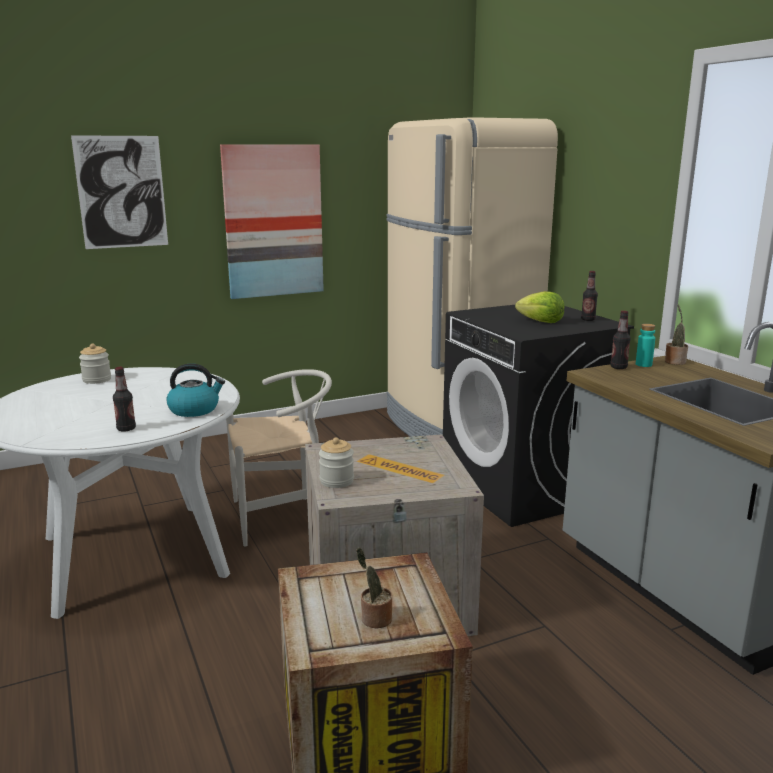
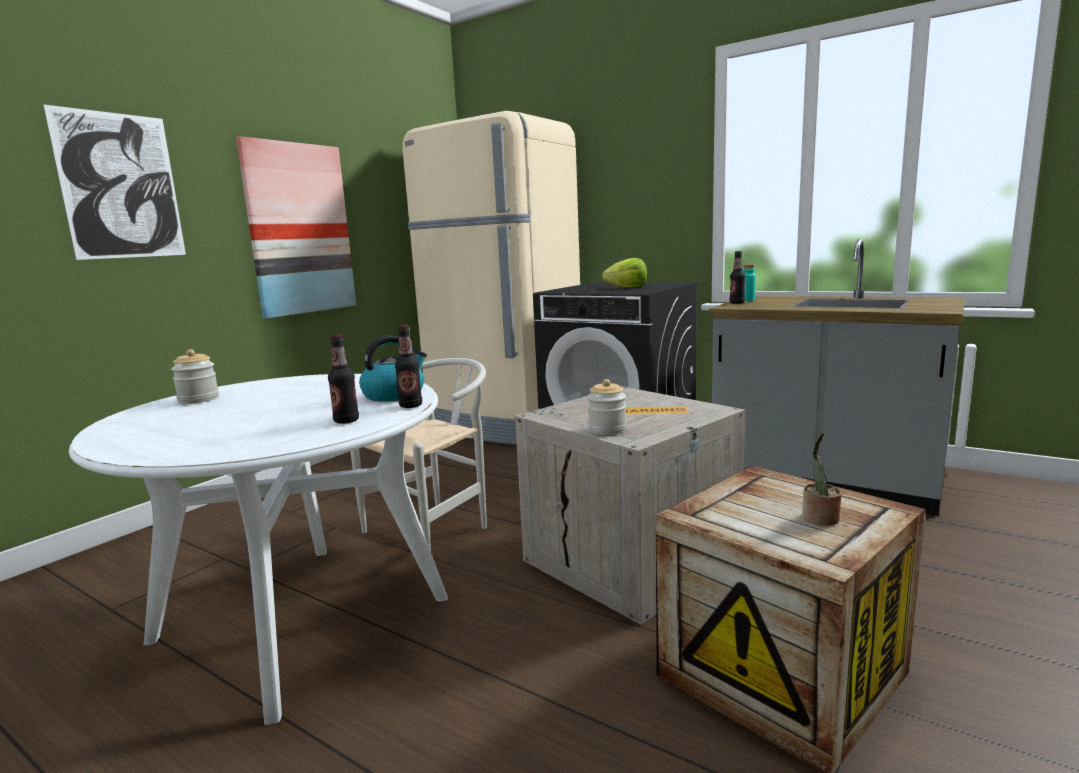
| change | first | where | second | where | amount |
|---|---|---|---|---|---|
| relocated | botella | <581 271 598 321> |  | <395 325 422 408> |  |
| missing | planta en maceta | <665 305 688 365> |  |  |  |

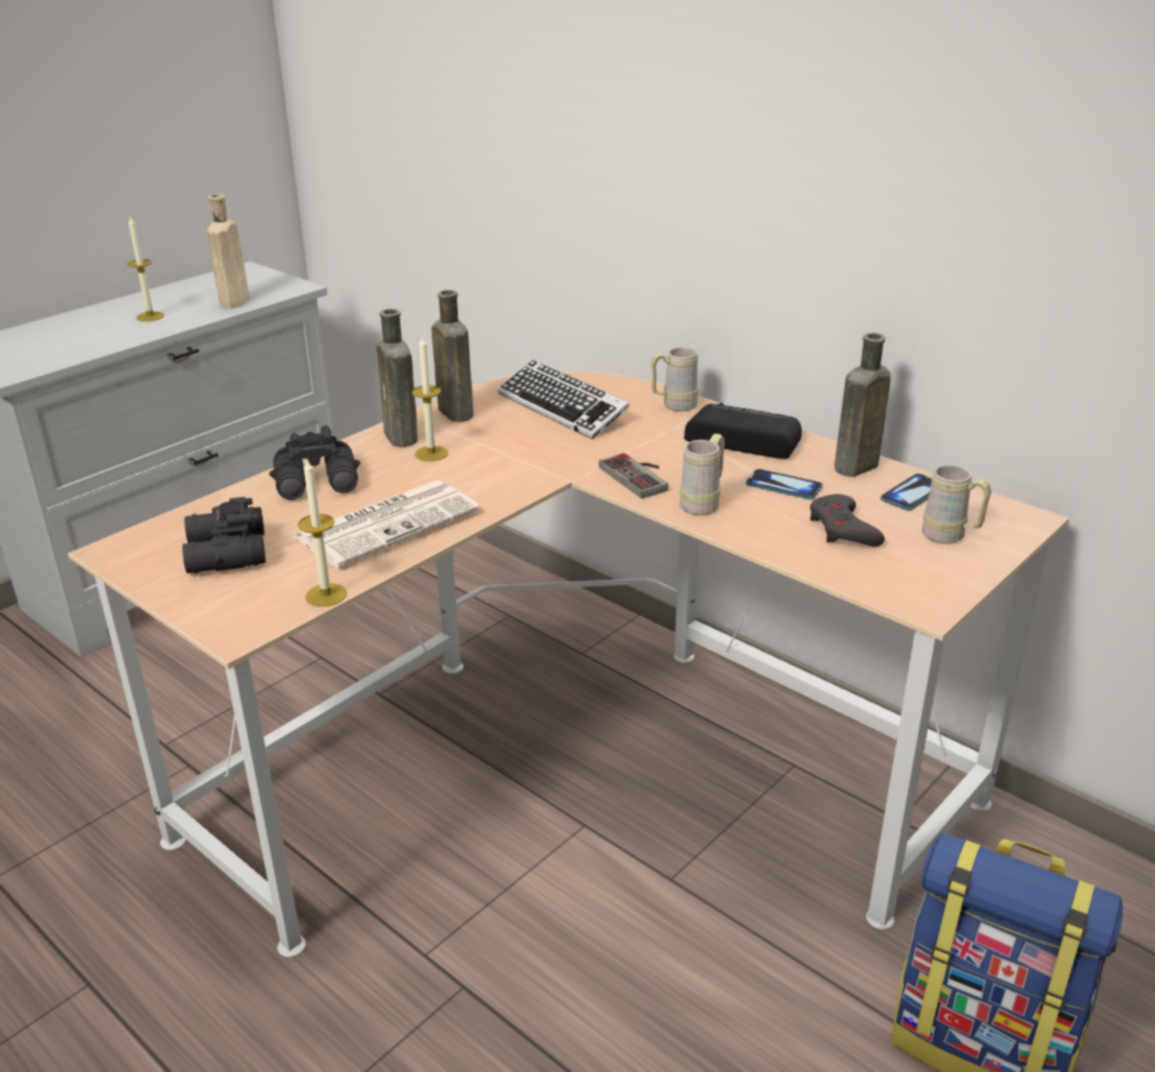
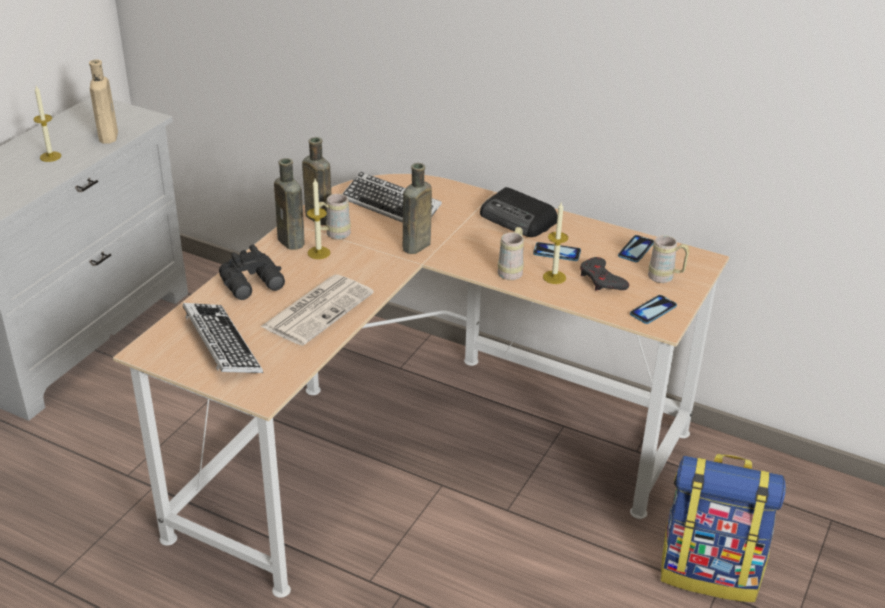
| change | first | where | second | where | amount |
|---|---|---|---|---|---|
| exchanged | prismáticos (negro) | <182 497 266 574> | teclado | <182 303 263 373> |  |
| relocated | vela | <298 459 347 607> |  | <543 203 568 284> |  |
| missing | mando de consola | <599 453 668 499> |  |  |  |
| relocated | taza grande (beis) | <651 347 698 411> |  | <319 194 351 240> |  |
| spun | radio | <684 403 802 459> |  | <480 187 557 237> | 150 degrees counterclockwise |
| relocated | botella (marrón) | <834 333 891 477> |  | <403 163 432 254> |  |
| appeared |  |  | móvil | <630 295 677 324> |  |

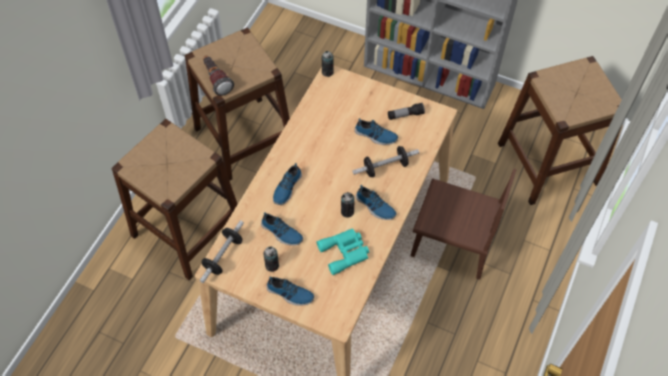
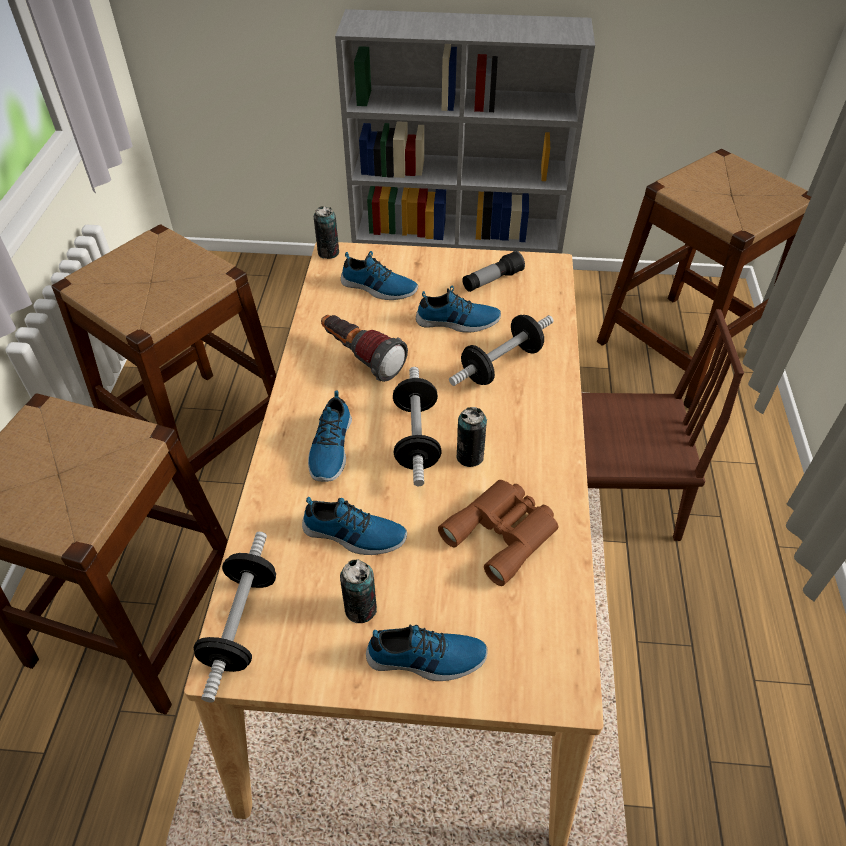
| change | first | where | second | where | amount |
|---|---|---|---|---|---|
| relocated | linterna | <203 55 234 96> |  | <321 315 408 382> |  |
| colour | prismáticos (turquesa) | <317 228 369 275> | prismáticos (marrón) | <438 480 558 586> |  |
| relocated | zapato | <356 185 397 220> |  | <341 251 418 300> |  |
| appeared |  |  | mancuerna | <393 367 442 486> |  |

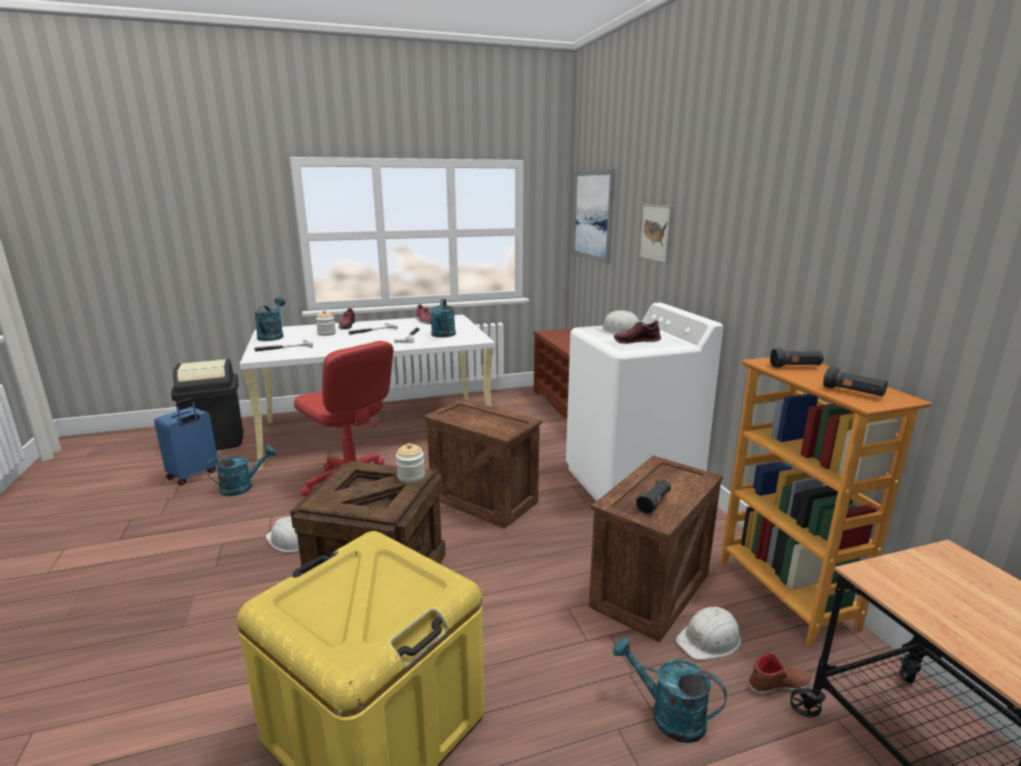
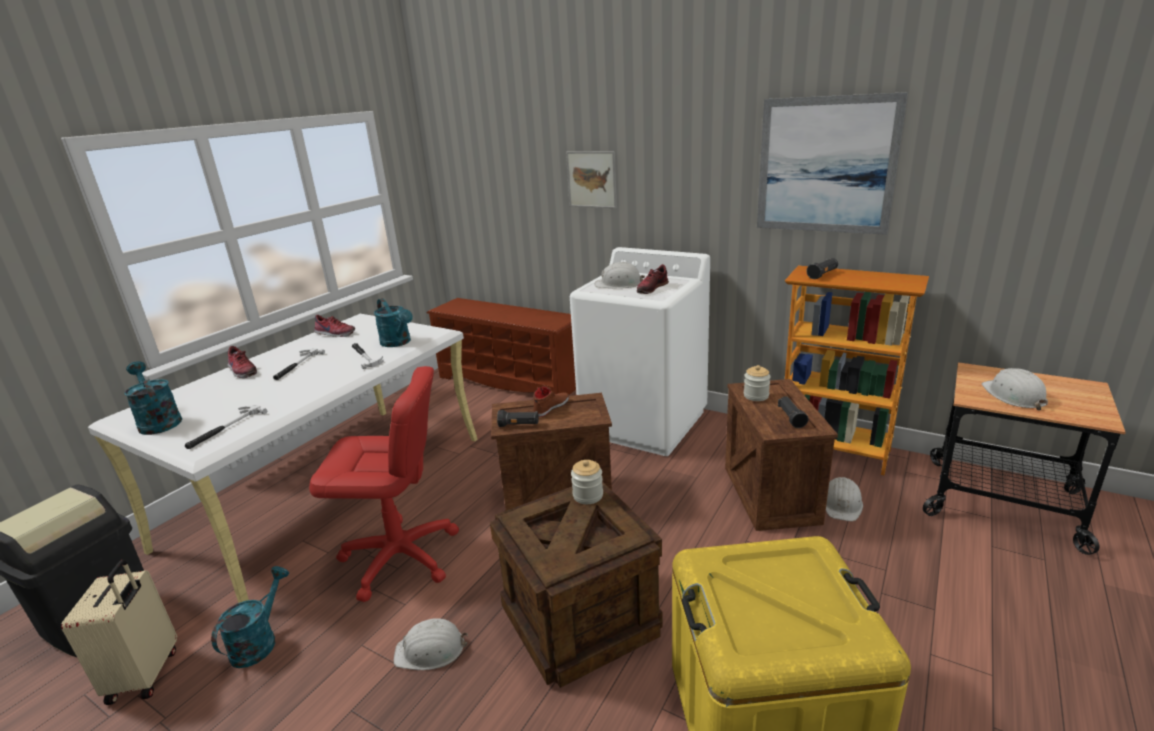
| change | first | where | second | where | amount |
|---|---|---|---|---|---|
| colour | maleta (azul) | <154 398 218 485> | maleta (beis) | <61 560 177 705> |  |
| relocated | tarro | <316 310 336 336> |  | <744 365 771 401> |  |
| relocated | cuadro | <572 169 615 264> |  | <757 92 908 235> |  |
| missing | regadera (turquesa) | <613 637 727 743> |  |  |  |
| relocated | zapato (marrón) | <748 651 812 695> |  | <533 386 569 417> |  |
| relocated | linterna (negro) | <823 366 888 397> |  | <497 410 539 427> |  |
| appeared |  |  | casco (blanco) | <982 368 1048 410> |  |

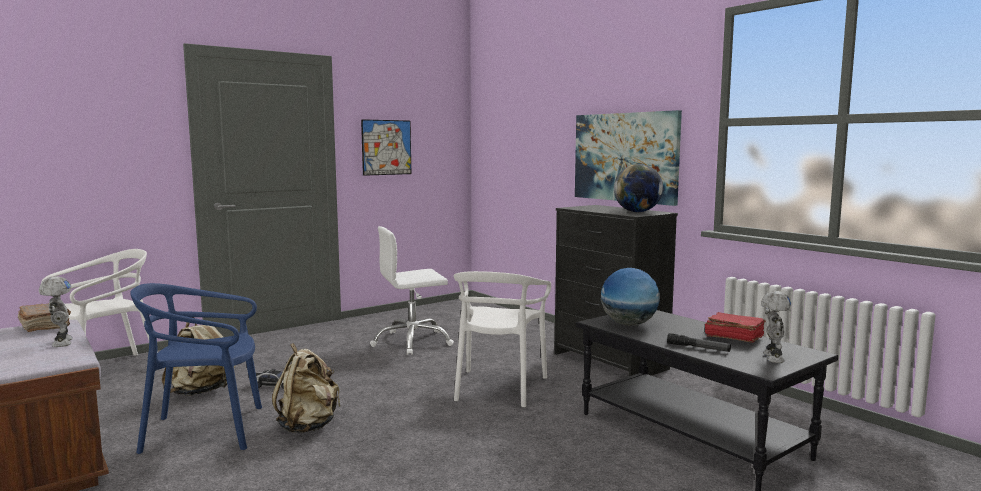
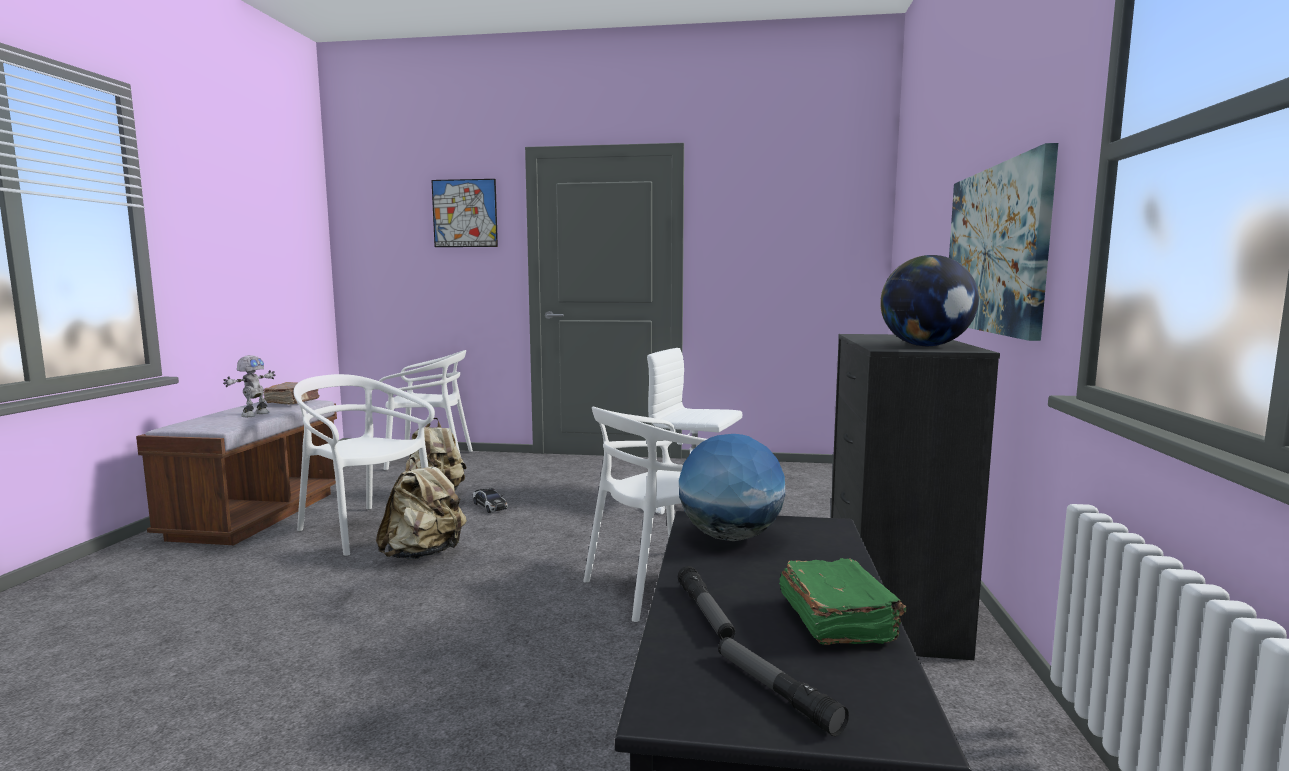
| change | first | where | second | where | amount |
|---|---|---|---|---|---|
| colour | silla (azul) | <130 283 262 454> | silla (blanco) | <293 374 435 556> |  |
| relocated | cuadro | <361 119 411 176> |  | <431 179 498 247> |  |
| colour | libro (rojo) | <705 312 766 343> | libro (verde) | <779 558 906 645> |  |
| exchanged | robot de juguete | <761 291 791 363> | linterna | <718 637 849 736> |  |

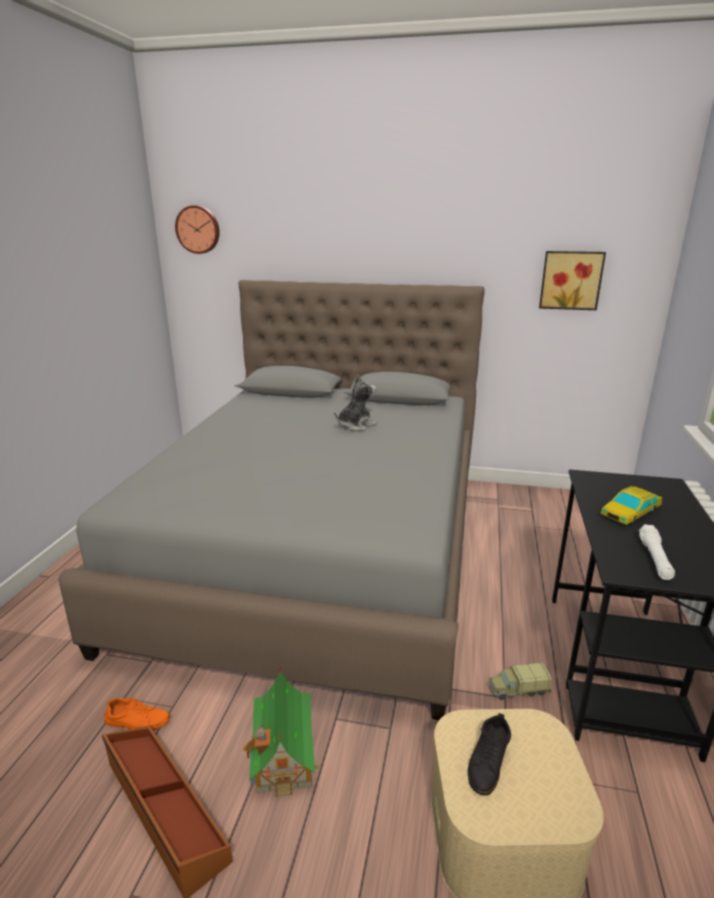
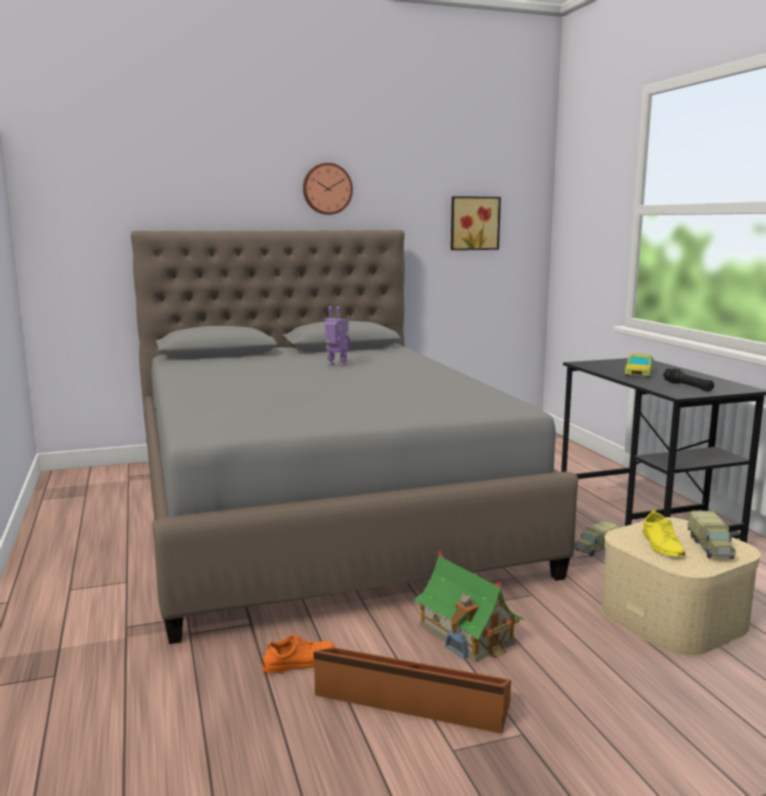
| change | first | where | second | where | amount |
|---|---|---|---|---|---|
| relocated | reloj de pared | <175 205 220 254> |  | <303 163 353 215> |  |
| exchanged | peluche | <334 375 377 431> | robot de juguete | <325 306 350 367> |  |
| colour | zapato (negro) | <468 713 511 796> | zapato (amarillo) | <643 510 685 557> |  |
| colour | linterna (blanco) | <639 524 675 580> | linterna (negro) | <663 368 714 392> |  |
| appeared |  |  | camión de juguete | <687 511 736 559> |  |

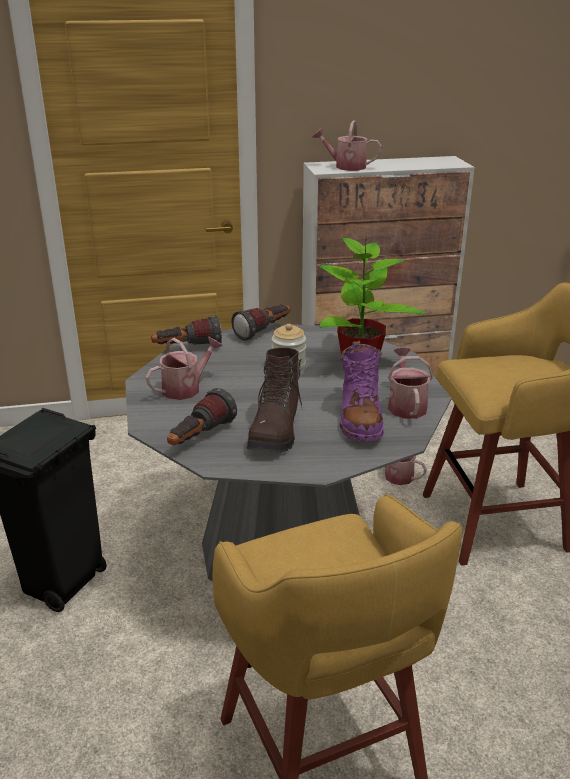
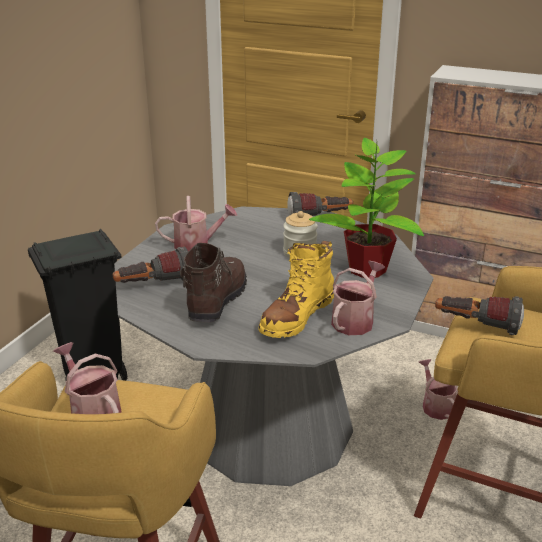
| change | first | where | second | where | amount |
|---|---|---|---|---|---|
| relocated | linterna | <151 315 222 345> |  | <435 296 524 335> |  |
| spun | bota (marrón) | <247 348 303 453> |  | <180 243 247 323> | 150 degrees clockwise |
| relocated | regadera | <312 120 382 171> |  | <53 342 122 414> |  |
| colour | bota (morado) | <340 341 383 441> | bota (amarillo) | <258 241 334 338> |  |

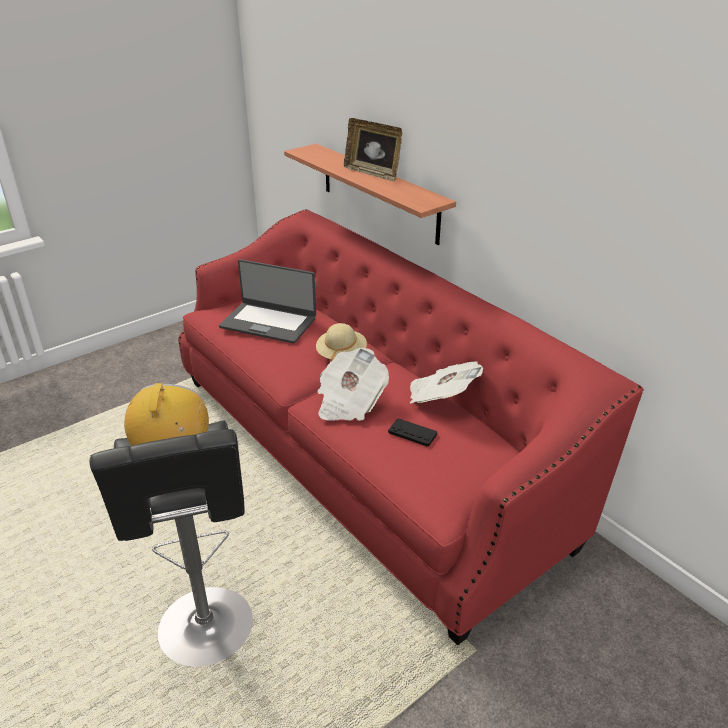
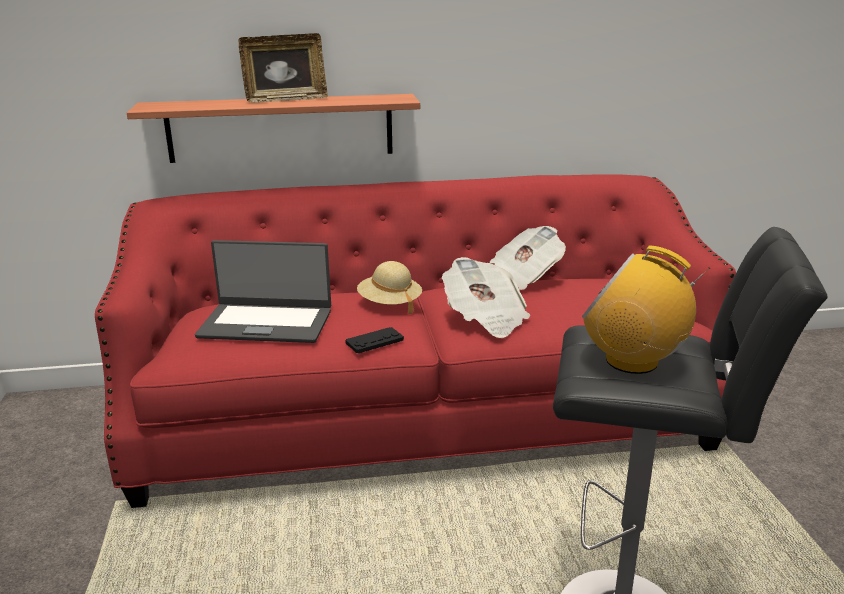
| change | first | where | second | where | amount |
|---|---|---|---|---|---|
| spun | portátil | <219 259 316 343> |  | <195 240 331 343> | 45 degrees clockwise |
| relocated | mando de consola (negro) | <388 419 437 446> |  | <345 327 404 353> |  |

